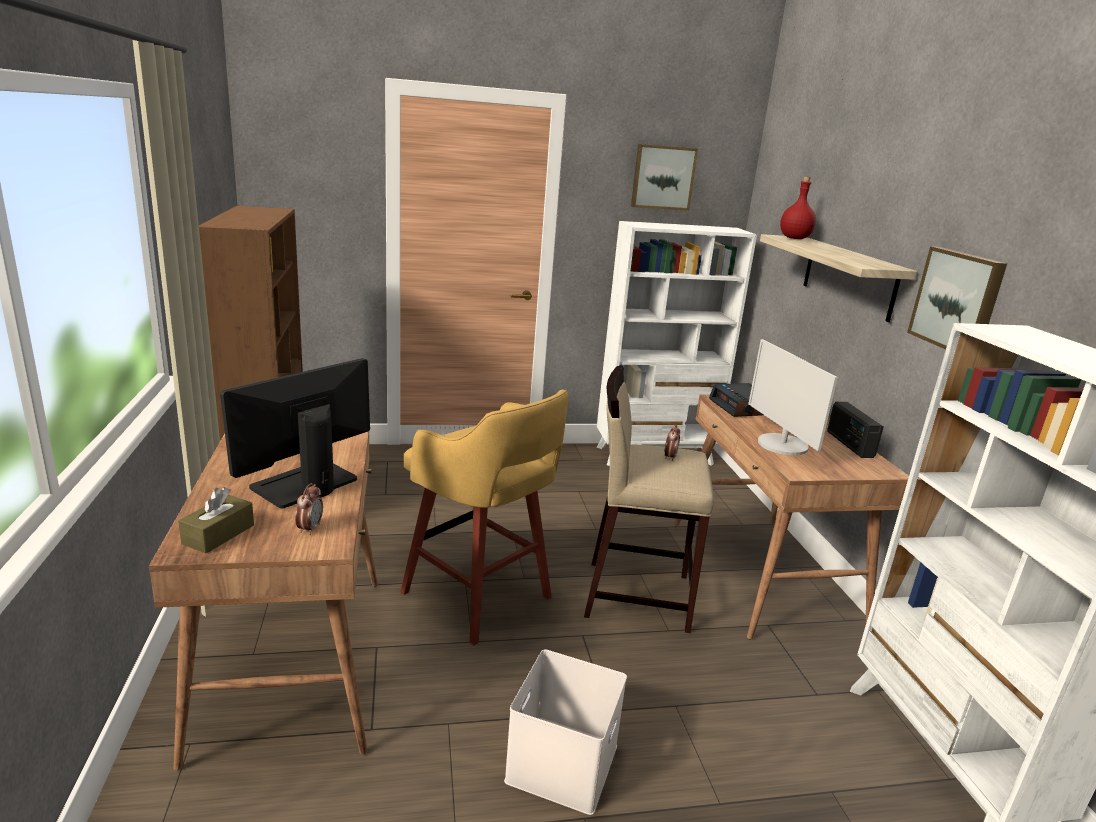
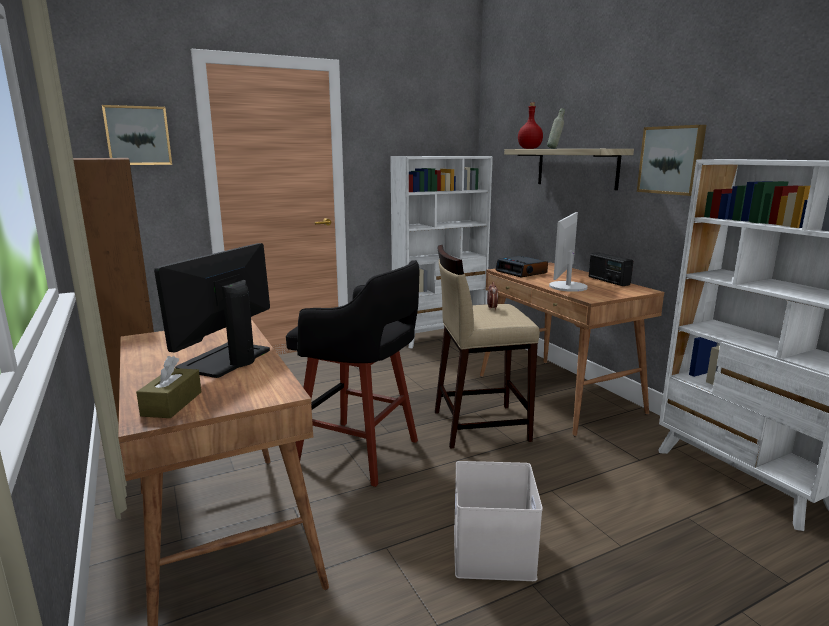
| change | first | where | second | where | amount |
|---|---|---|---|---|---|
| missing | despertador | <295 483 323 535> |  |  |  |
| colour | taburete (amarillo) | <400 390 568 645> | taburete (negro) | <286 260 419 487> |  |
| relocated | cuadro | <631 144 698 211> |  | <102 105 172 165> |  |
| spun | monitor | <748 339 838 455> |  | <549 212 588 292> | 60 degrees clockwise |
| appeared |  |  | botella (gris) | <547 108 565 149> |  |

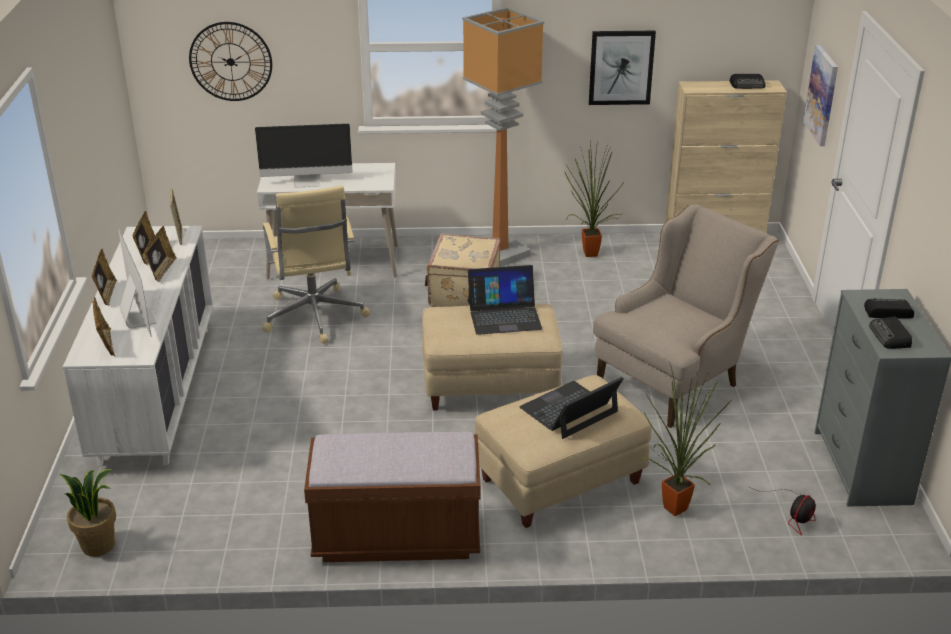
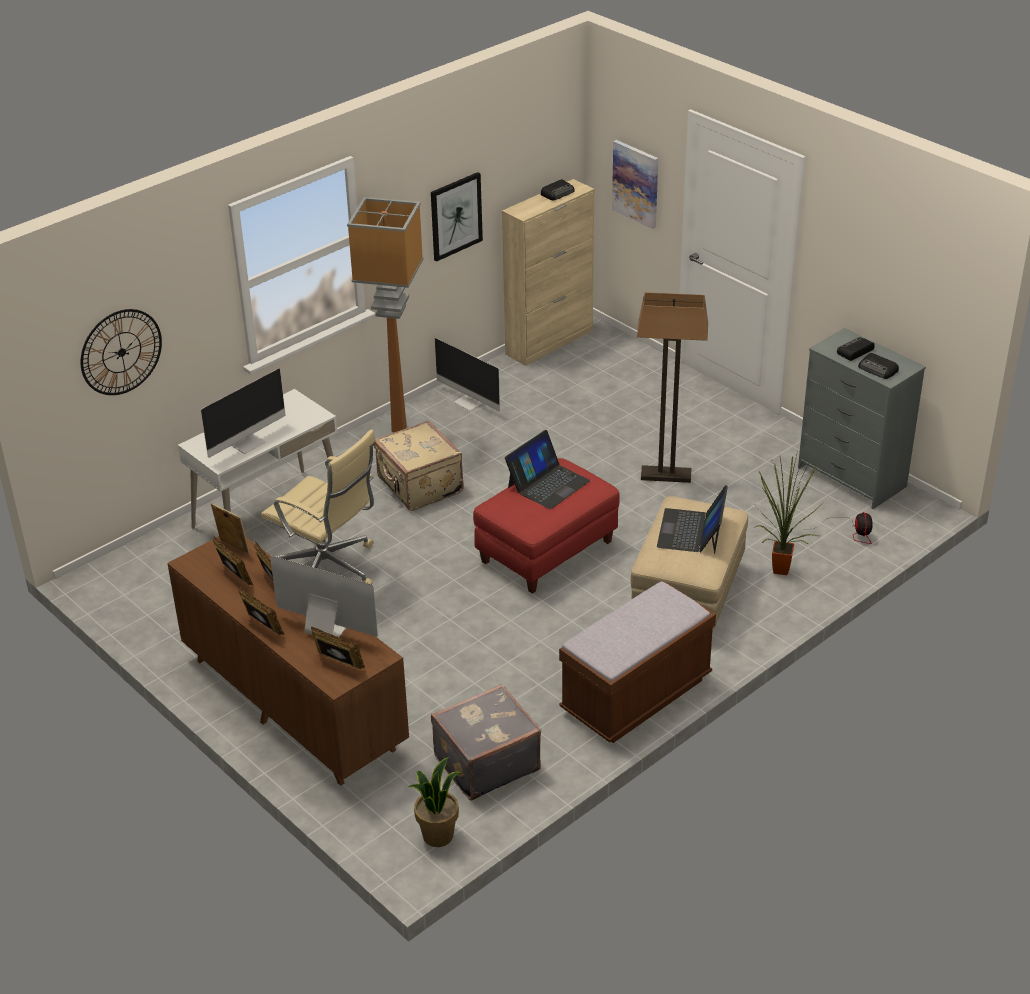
| change | first | where | second | where | amount |
|---|---|---|---|---|---|
| colour | cómoda (blanco) | <63 226 213 466> | cómoda (marrón) | <167 536 409 786> |  |
| colour | puf (beis) | <422 304 563 411> | puf (rojo) | <473 458 620 594> |  |
| exchanged | planta en maceta | <564 140 625 257> | monitor | <435 338 500 411> |  |
| exchanged | sillón (beis) | <593 204 779 428> | lámpara de pie | <637 292 708 483> |  |
| appeared |  |  | maleta (gris) | <431 684 541 801> |  |

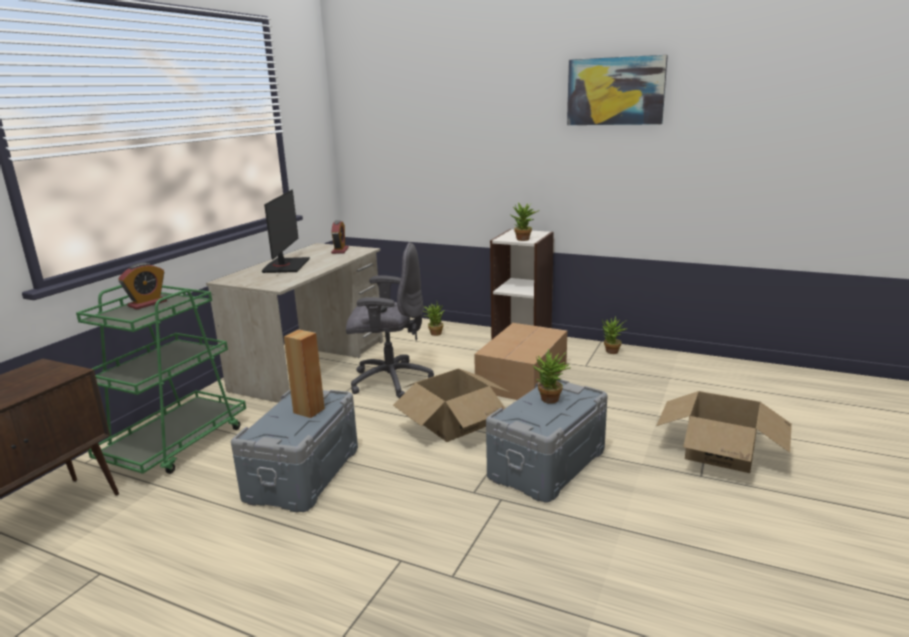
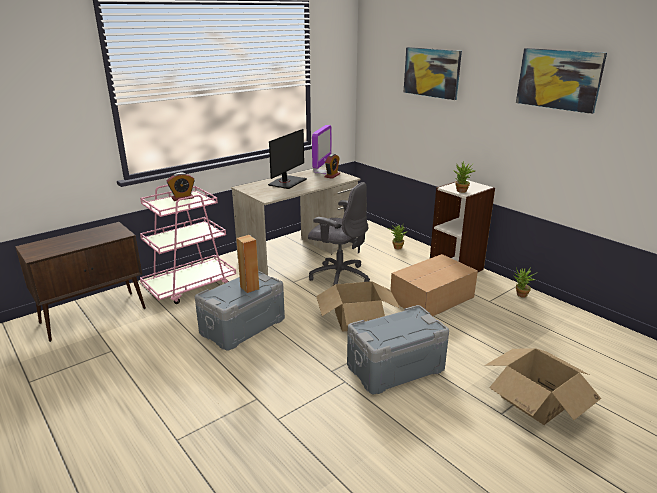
| change | first | where | second | where | amount |
|---|---|---|---|---|---|
| colour | carrito (verde) | <76 285 246 474> | carrito (rosa) | <140 185 236 304> |  |
| missing | planta en maceta | <532 349 571 404> |  |  |  |
| appeared |  |  | monitor | <312 125 331 174> |  |
| appeared |  |  | cuadro | <404 47 462 100> |  |

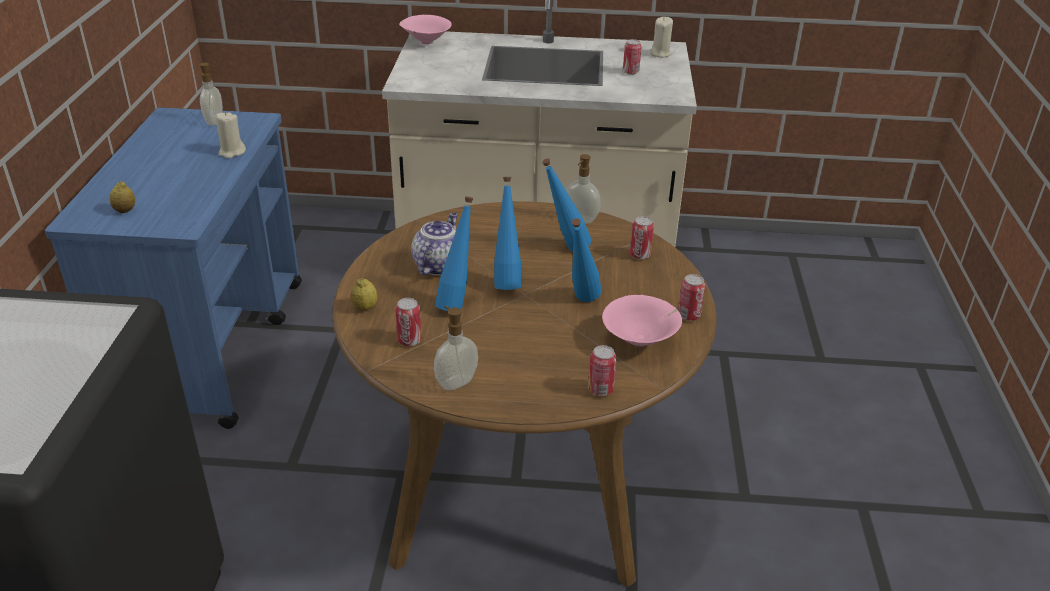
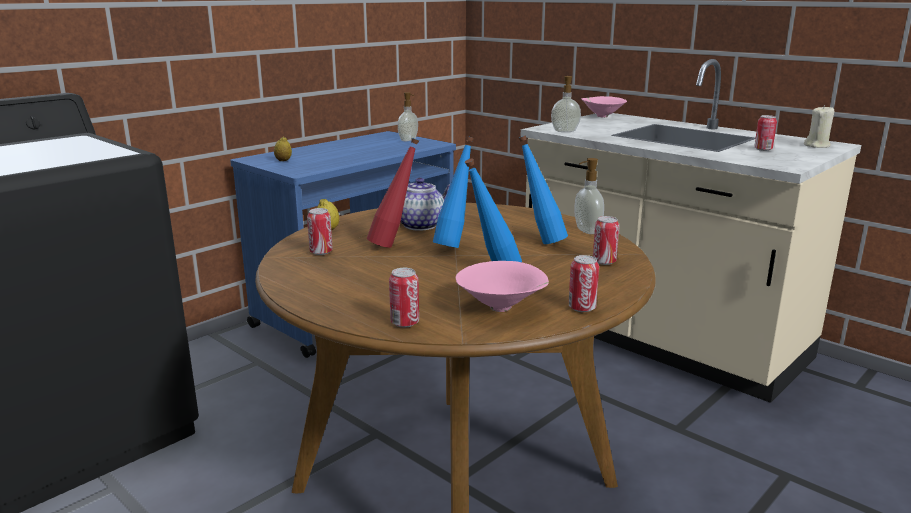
| change | first | where | second | where | amount |
|---|---|---|---|---|---|
| missing | vela (beis) | <215 112 246 159> |  |  |  |
| relocated | dispensador de jabón | <434 306 478 390> |  | <551 76 581 132> |  |
| colour | botella (azul) | <435 196 473 311> | botella (rojo) | <367 138 419 248> |  |

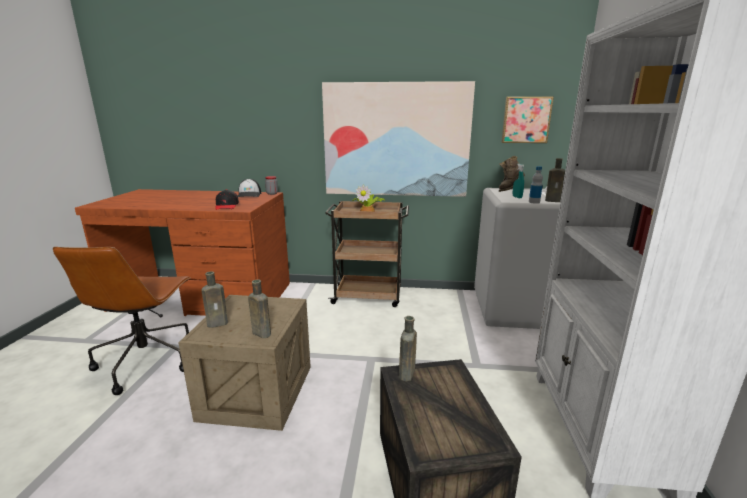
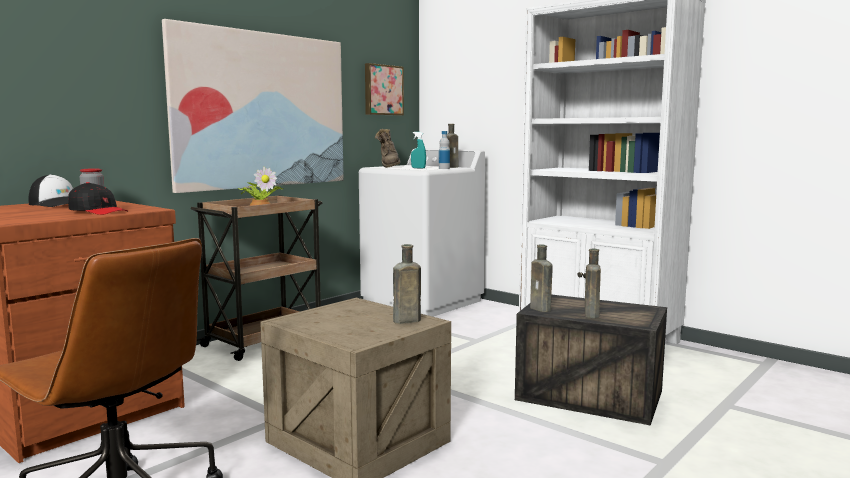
| change | first | where | second | where | amount |
|---|---|---|---|---|---|
| relocated | botella (marrón) | <201 271 228 328> |  | <585 249 601 318> |  |

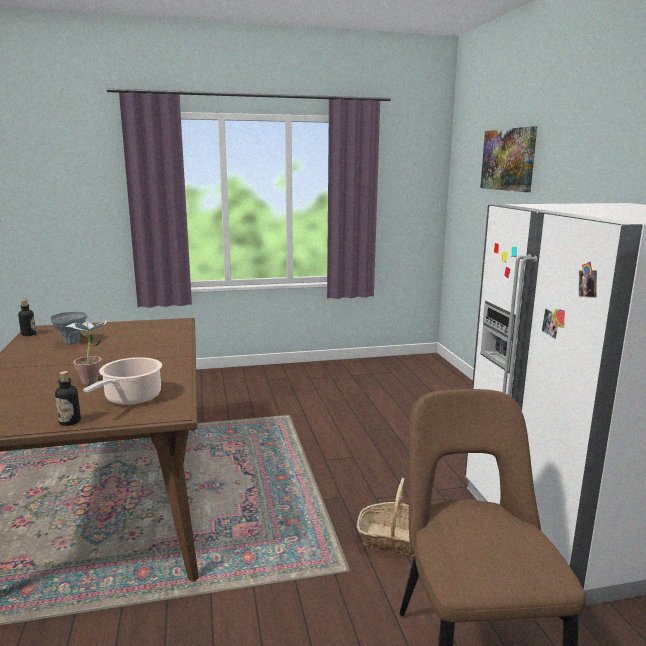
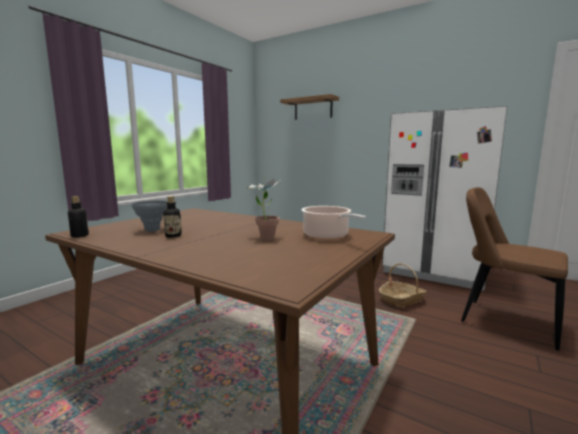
| change | first | where | second | where | amount |
|---|---|---|---|---|---|
| relocated | botella | <55 371 81 426> |  | <163 196 182 238> |  |
| exchanged | cuadro | <480 126 537 192> | estante | <280 94 339 120> |  |

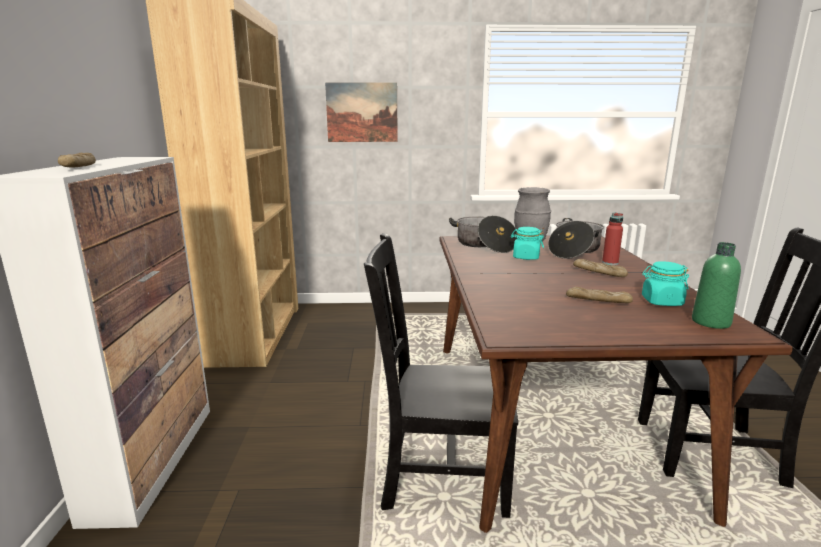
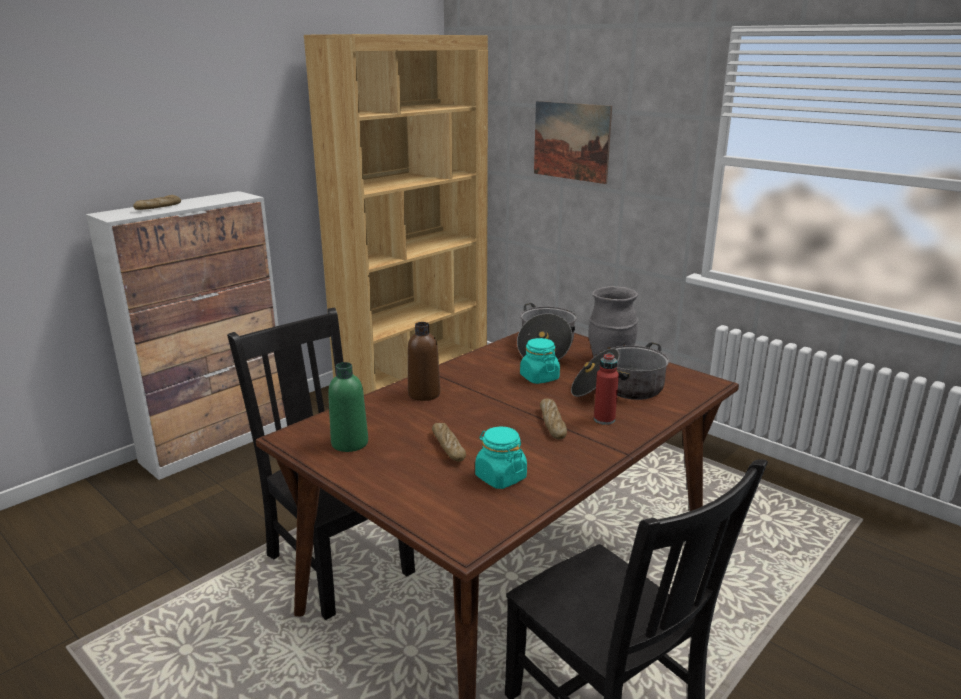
| change | first | where | second | where | amount |
|---|---|---|---|---|---|
| relocated | botella (verde) | <692 242 741 329> |  | <328 362 368 452> |  |
| appeared |  |  | botella (marrón) | <408 322 440 401> |  |

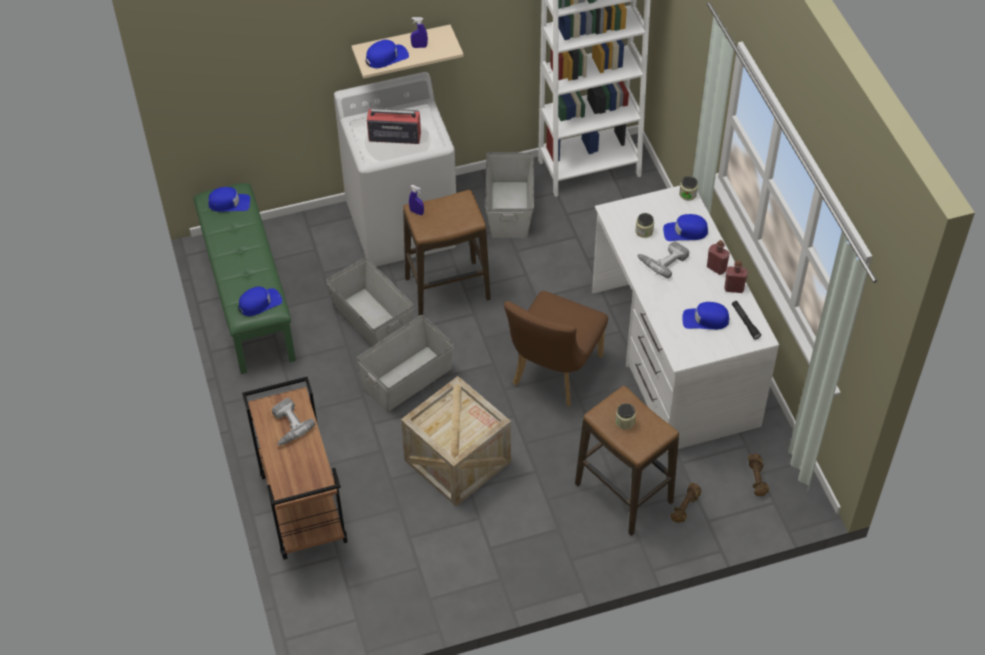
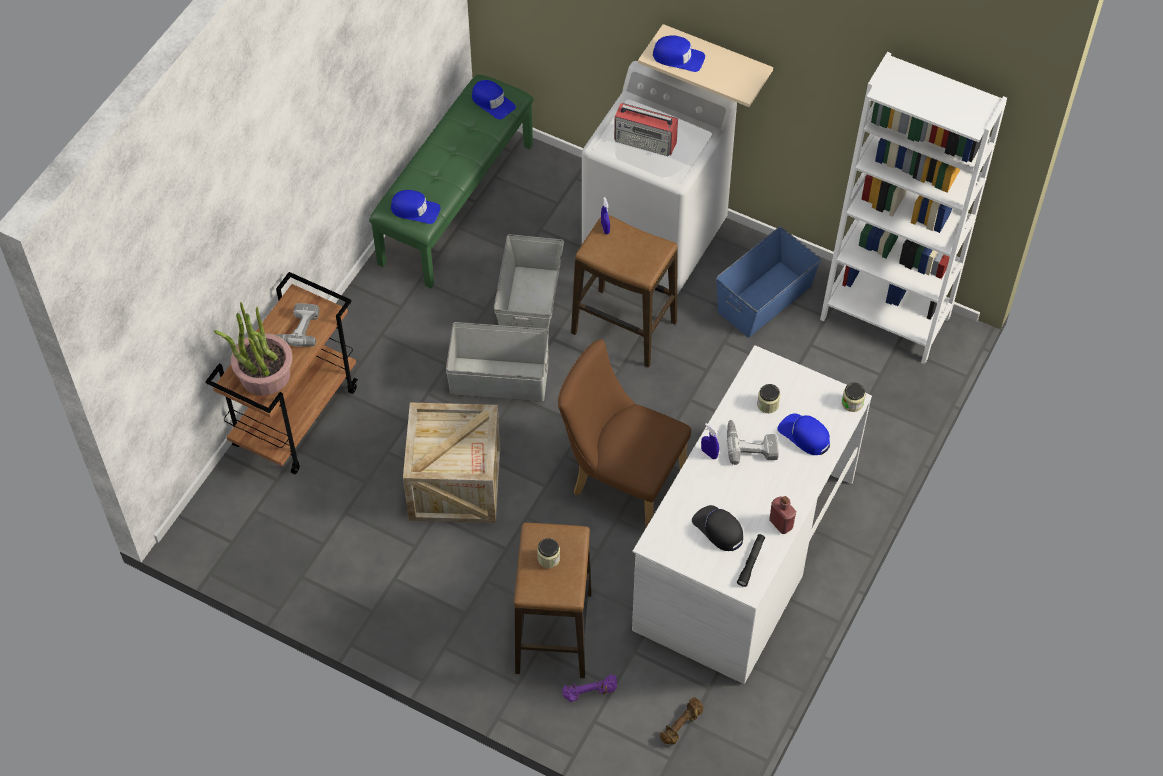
| change | first | where | second | where | amount |
|---|---|---|---|---|---|
| spun | radio | <367 102 421 144> |  | <614 103 678 156> | 150 degrees clockwise |
| relocated | pulverizador (azul) | <411 17 428 48> |  | <701 423 719 459> |  |
| colour | caja de almacenaje (gris) | <485 152 534 238> | caja de almacenaje (azul) | <716 227 821 337> |  |
| spun | silla (marrón) | <504 291 608 406> |  | <558 339 691 527> | 45 degrees clockwise |
| colour | mancuerna (marrón) | <670 483 701 523> | mancuerna (morado) | <562 675 617 702> |  |
| colour | gorra (azul) | <683 302 729 330> | gorra (negro) | <692 505 743 551> |  |
| missing | botella (rojo) | <707 240 730 275> |  |  |  |
| appeared |  |  | planta en maceta | <214 302 293 396> |  |

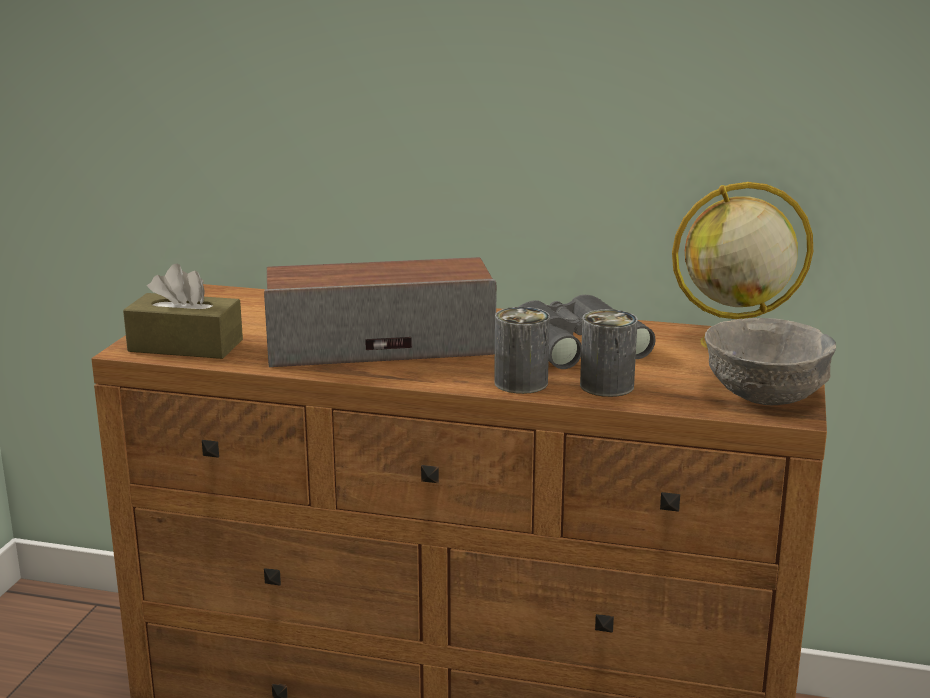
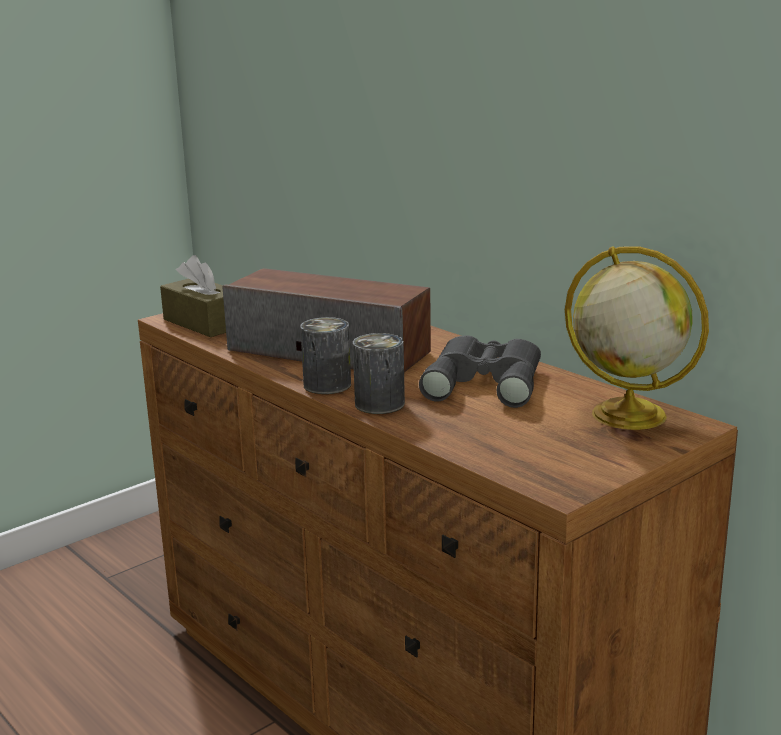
| change | first | where | second | where | amount |
|---|---|---|---|---|---|
| relocated | lata | <580 309 638 397> |  | <300 317 351 394> |  |
| missing | cuenco (gris) | <705 318 836 405> |  |  |  |

